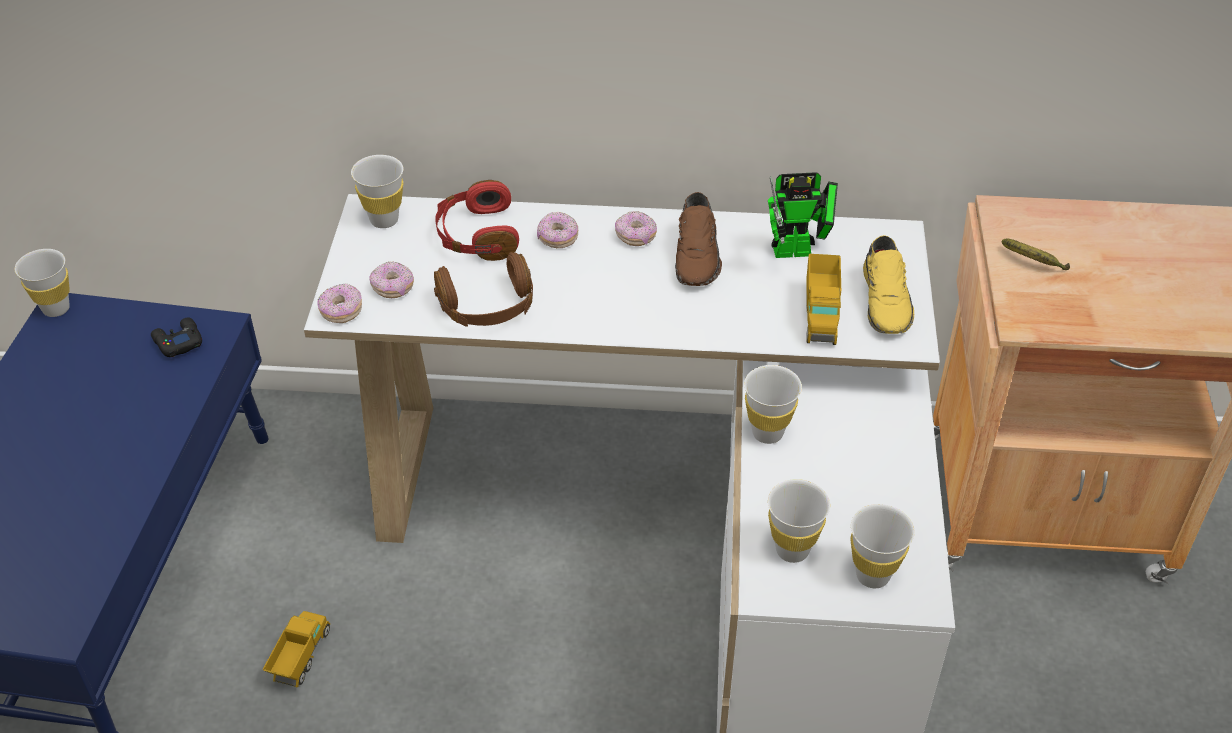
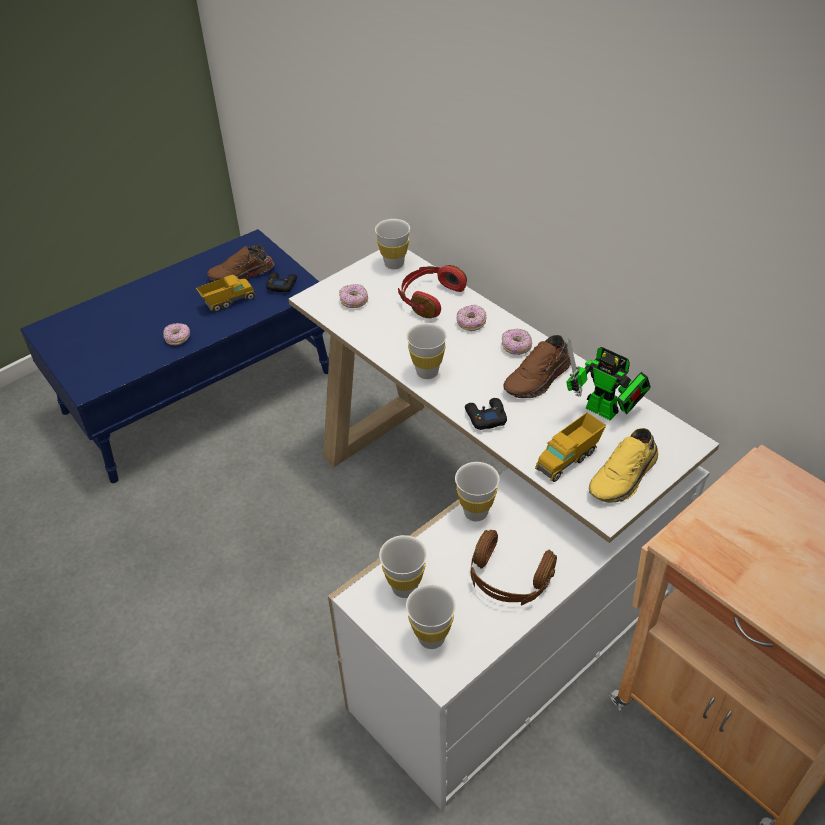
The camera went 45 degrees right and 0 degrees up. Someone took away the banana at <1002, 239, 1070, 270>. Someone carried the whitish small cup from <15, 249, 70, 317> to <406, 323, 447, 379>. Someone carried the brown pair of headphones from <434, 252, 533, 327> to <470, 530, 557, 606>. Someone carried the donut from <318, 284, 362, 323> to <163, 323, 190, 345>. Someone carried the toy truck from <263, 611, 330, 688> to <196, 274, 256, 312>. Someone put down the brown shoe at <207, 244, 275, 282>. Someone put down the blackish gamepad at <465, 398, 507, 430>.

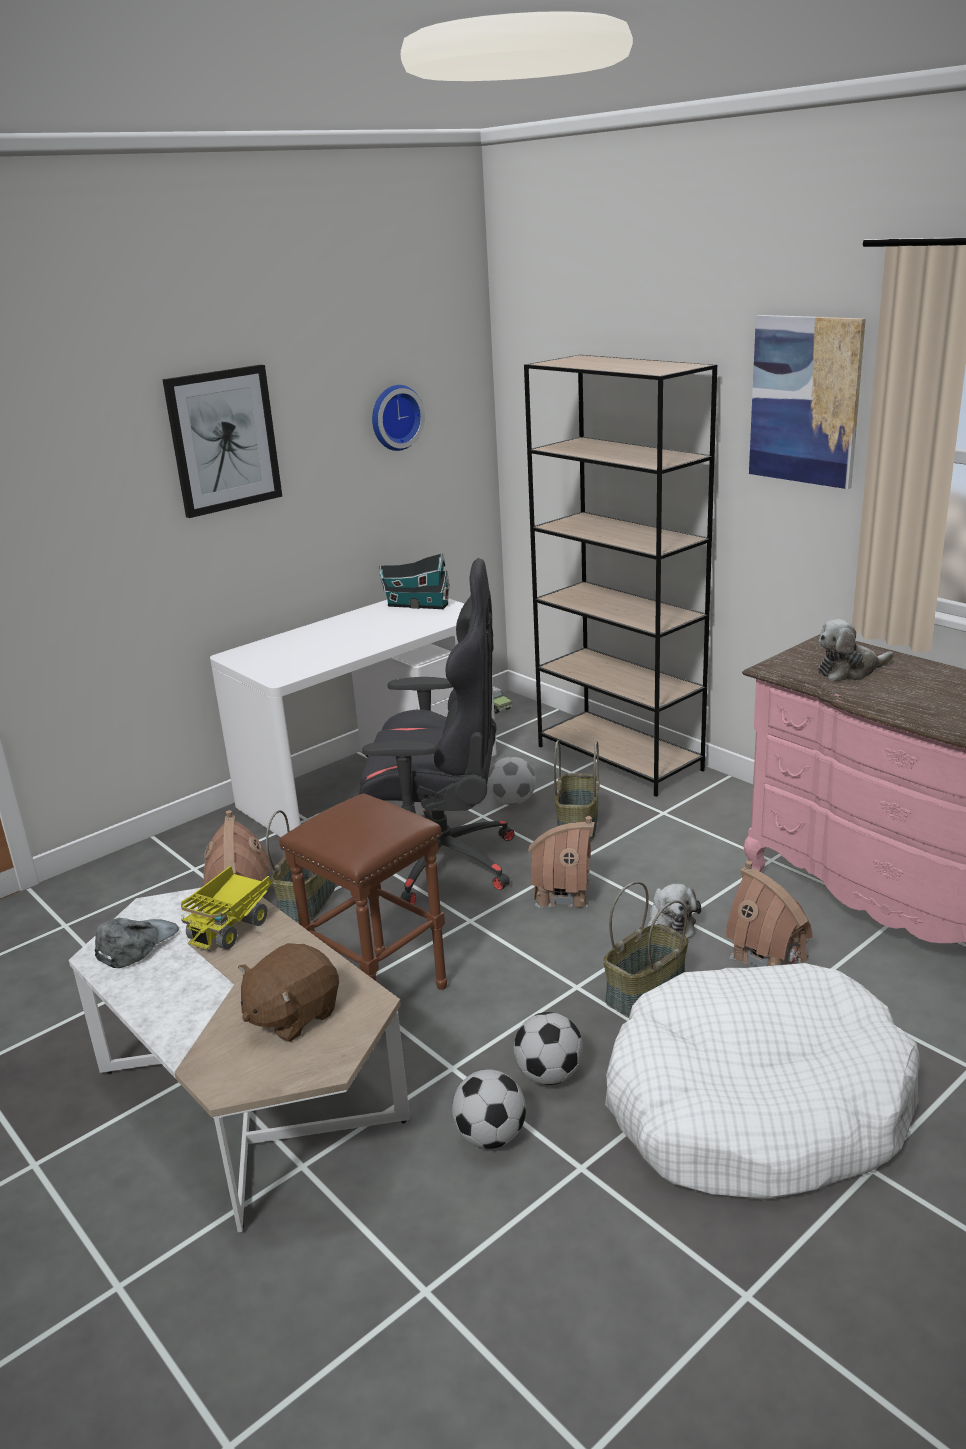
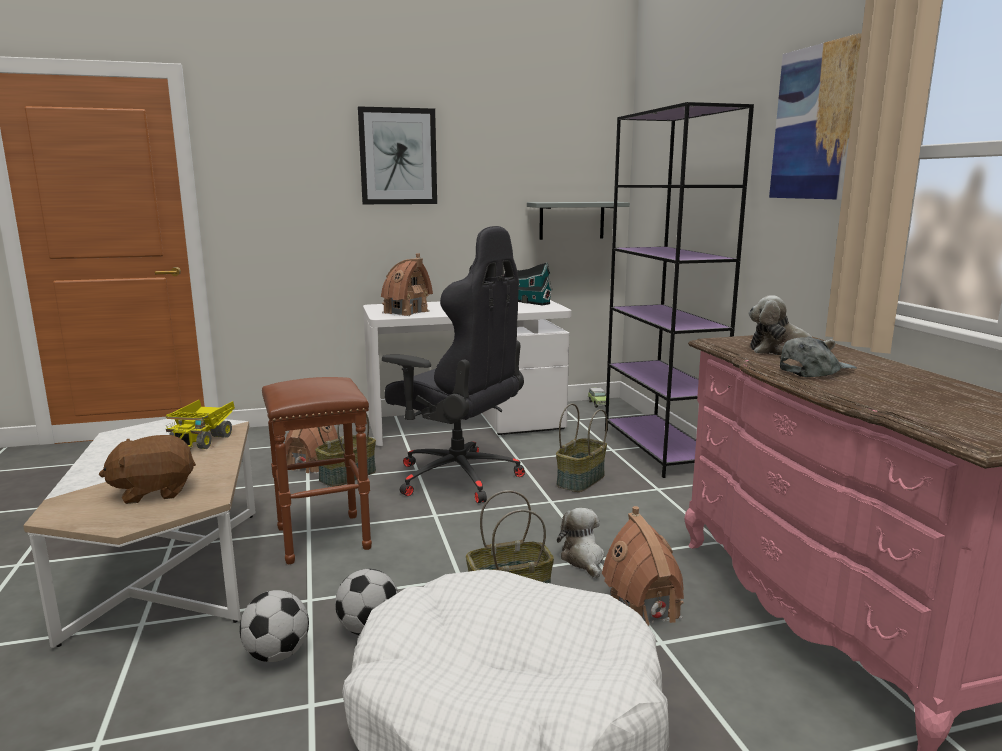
The camera went 25 degrees right and 10 degrees down. Someone repainted the sand-coloured shelving unit at <524, 355, 717, 797>, which became the purple shelving unit at <605, 102, 754, 478>. Someone took away the clock on the wall at <372, 385, 425, 451>. Someone took away the ball for football at <488, 756, 536, 805>. Someone carried the miniature house from <528, 816, 594, 912> to <381, 253, 433, 316>. Someone rotated the toy truck at <181, 866, 272, 951> by 45 degrees counterclockwise. Someone rotated the cuddly toy at <647, 884, 701, 938> by 150 degrees clockwise. Someone carried the gray baseball cap from <95, 918, 179, 968> to <780, 336, 857, 377>. Someone put up the gray wall shelf at <527, 202, 630, 240>.

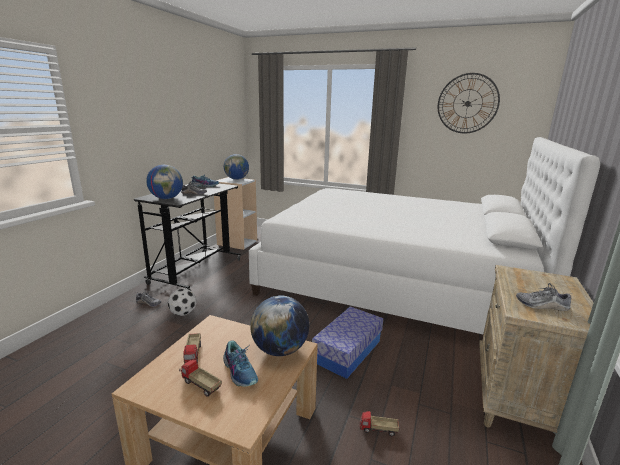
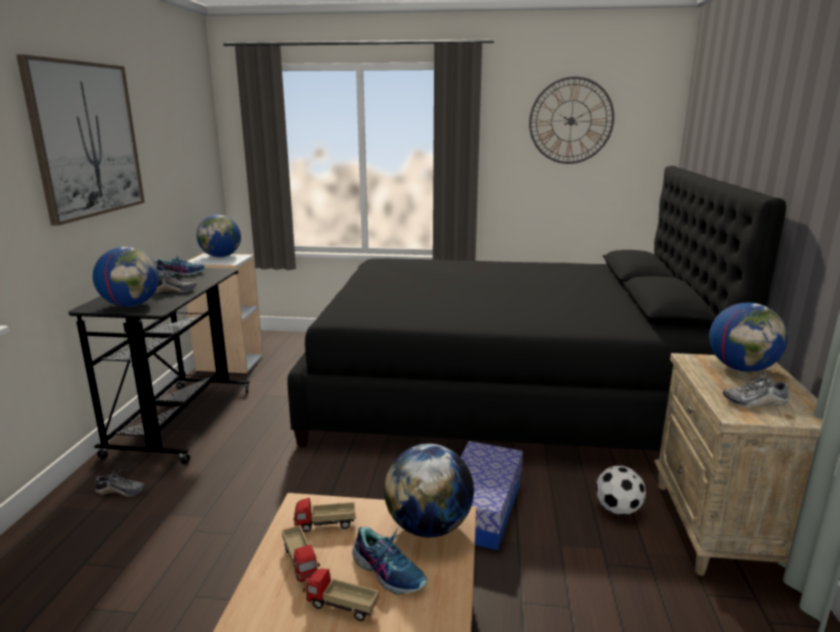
The camera went 15 degrees left and 0 degrees up. Someone repainted the whitish bed at <249, 137, 600, 334>, which became the blackish bed at <287, 166, 786, 451>. Someone carried the ball for football from <168, 288, 196, 316> to <596, 465, 646, 515>. Someone carried the toy truck from <360, 411, 399, 437> to <294, 498, 355, 532>. Someone put up the wall picture at <16, 54, 145, 226>. Someone put down the desk globe at <709, 303, 788, 372>.

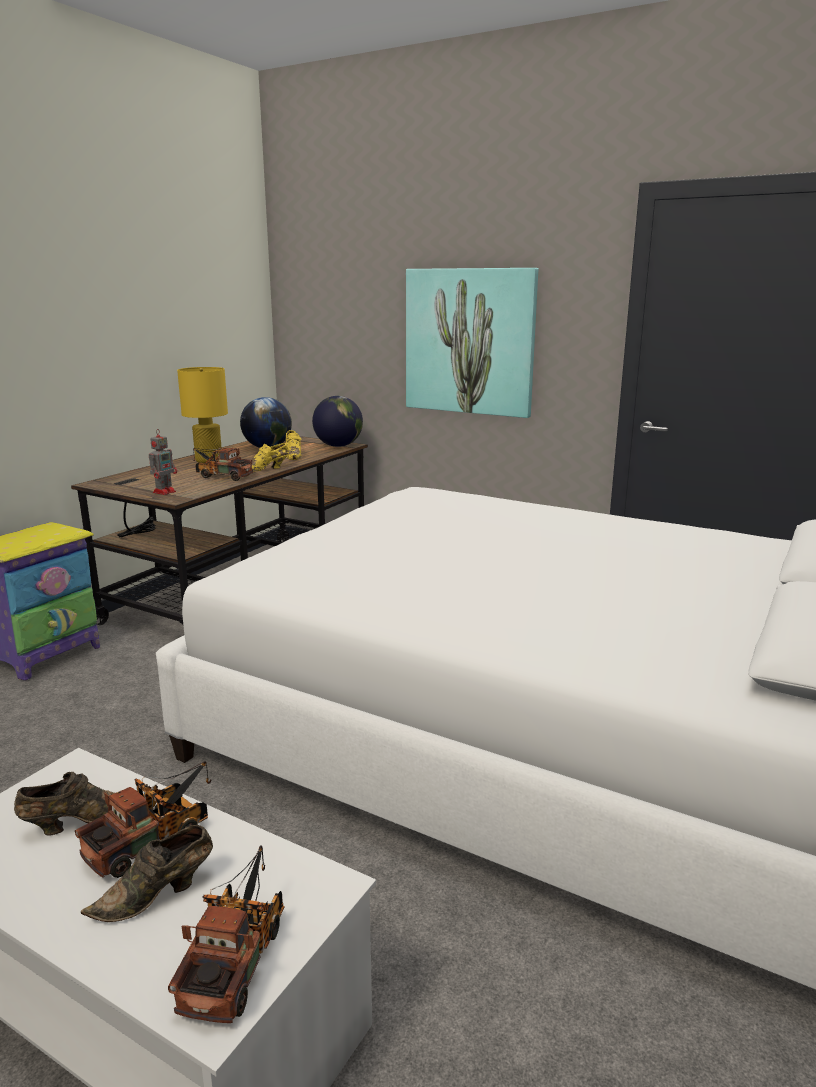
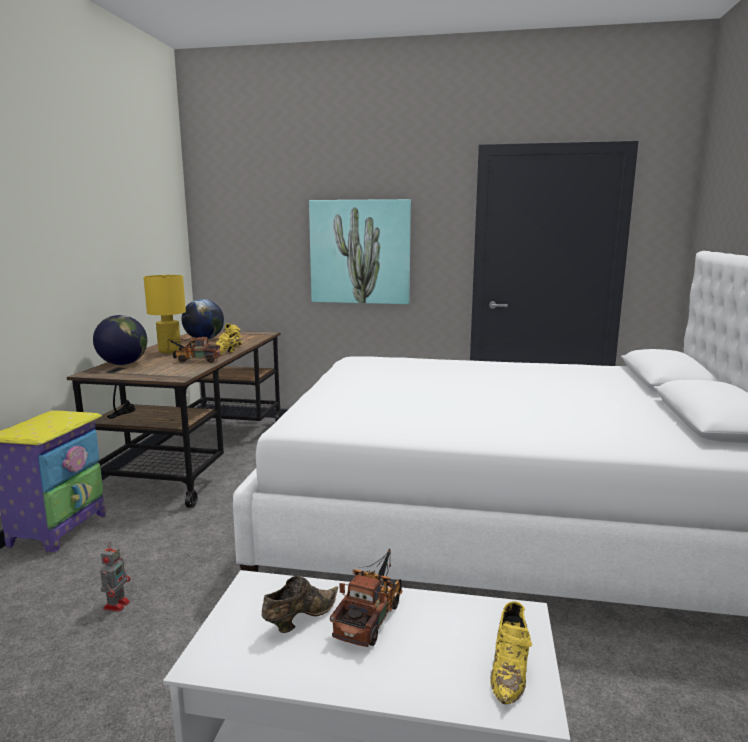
The camera went 20 degrees left and 5 degrees down. Someone carried the desk globe from <312, 396, 363, 447> to <93, 315, 147, 365>. Someone carried the robot figure from <149, 429, 177, 495> to <100, 542, 131, 612>. Someone took away the brown shoe at <81, 825, 213, 922>. Someone swapped the toy truck at <168, 846, 284, 1023> for the yellowish shoe at <490, 601, 532, 704>.

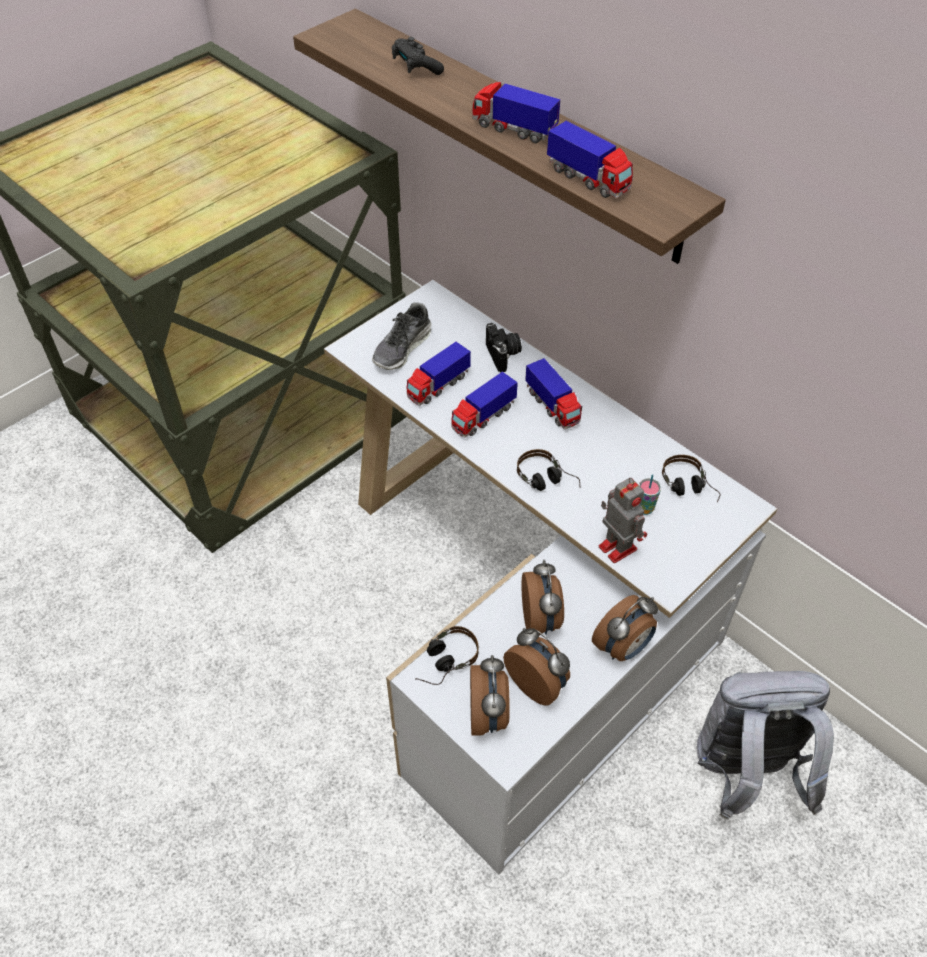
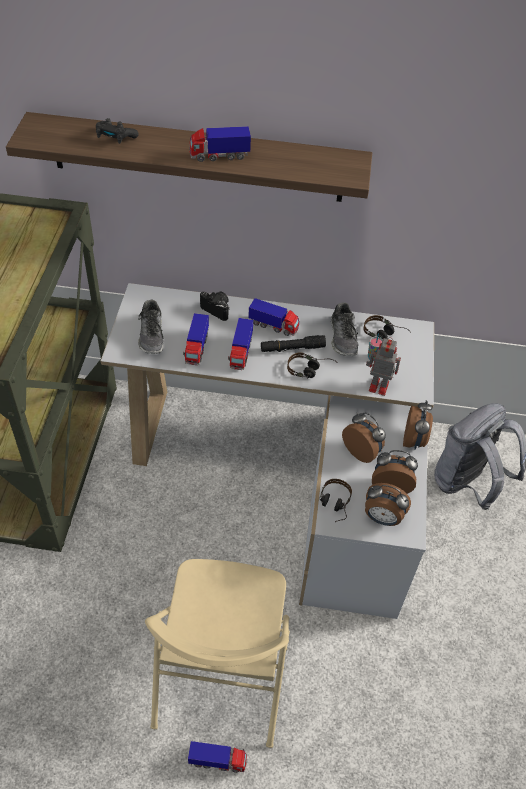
The camera went 40 degrees left and 0 degrees up. Someone carried the toy truck from <547, 121, 633, 198> to <188, 741, 247, 773>. Someone rotated the alarm clock at <470, 655, 510, 736> by 150 degrees clockwise. Someone put down the shoe at <331, 302, 359, 356>. Someone put down the blackish hand torch at <261, 335, 326, 352>. Someone put down the sand-coloured chair at <145, 559, 290, 748>.

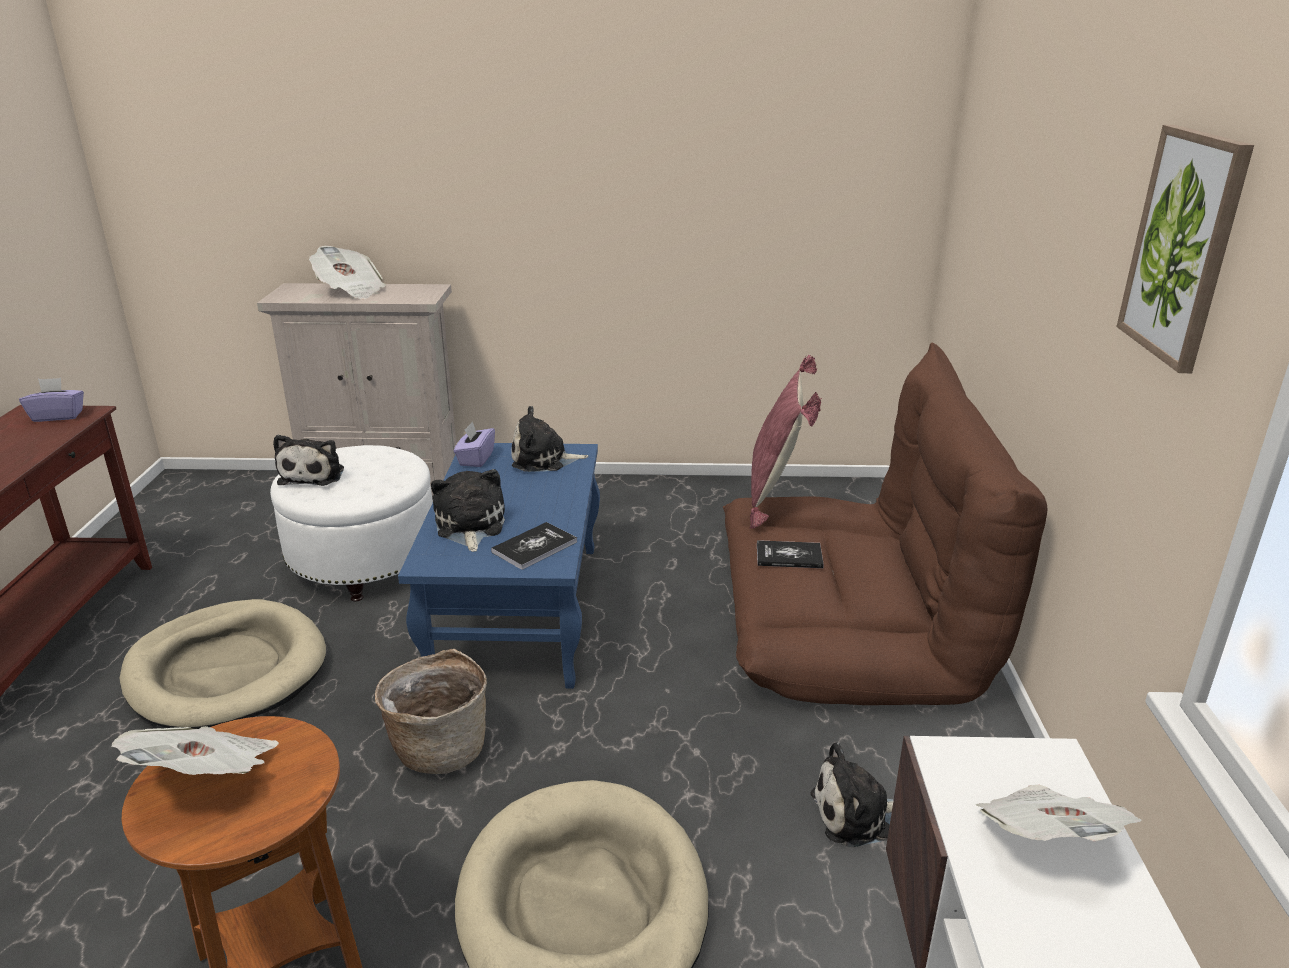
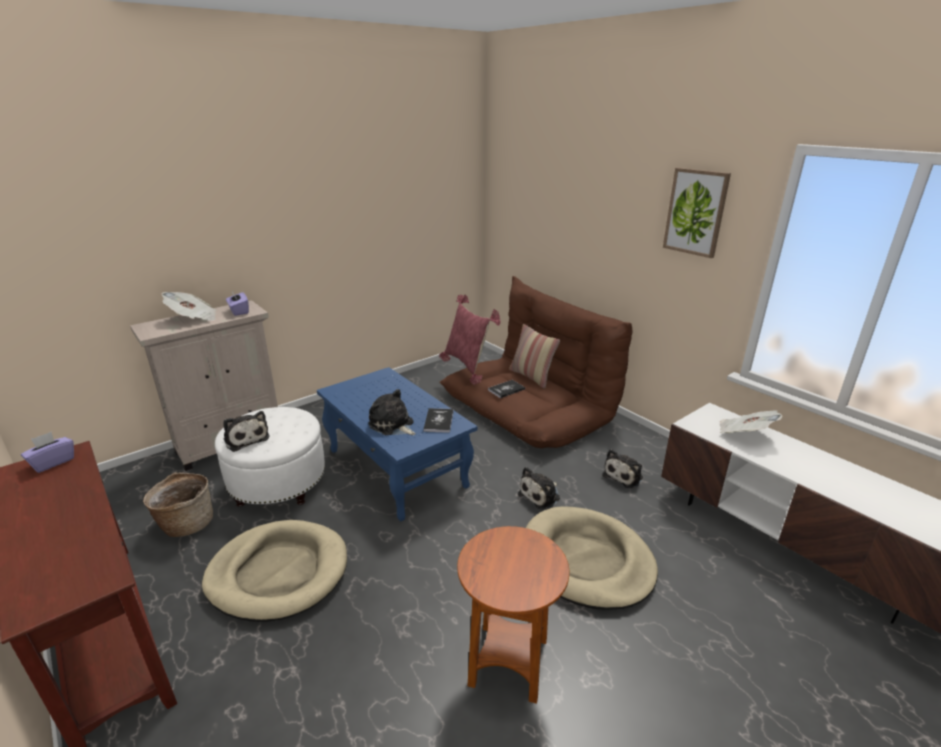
The camera went 40 degrees left and 0 degrees up. Someone carried the cuddly toy from <511, 406, 588, 472> to <518, 467, 560, 509>. Someone carried the purple tissue holder from <454, 421, 495, 467> to <226, 292, 249, 316>. Someone carried the household basket from <375, 649, 487, 774> to <143, 472, 213, 537>. Someone took away the daily paper at <111, 726, 279, 775>. Someone put down the throw pillow at <509, 324, 560, 389>.

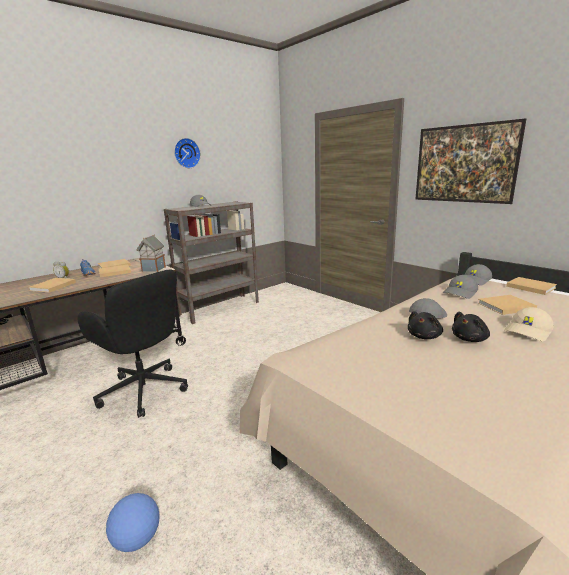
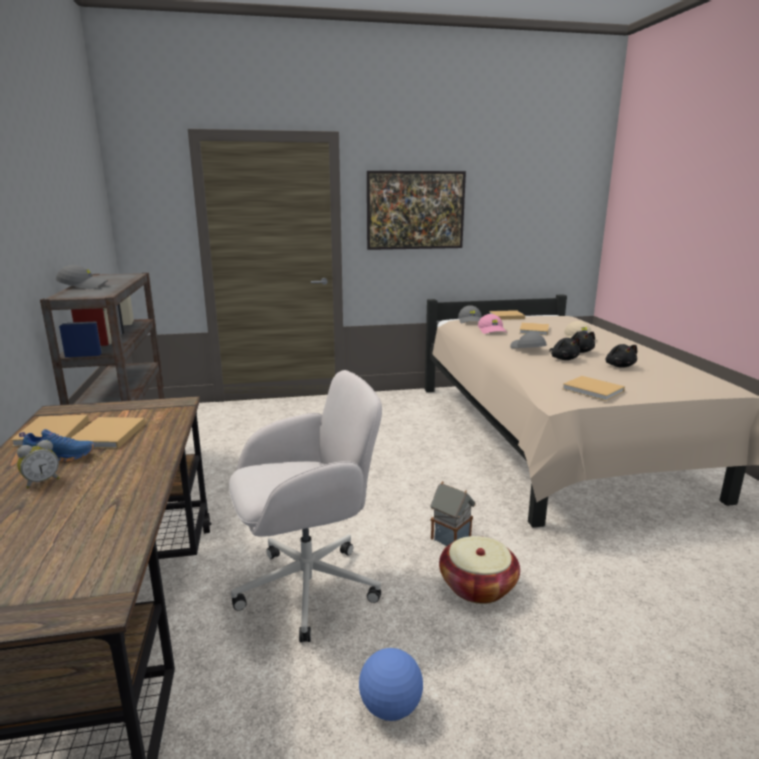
The camera went 60 degrees left and 0 degrees up. Someone took away the clock on the wall at <174, 138, 201, 168>. Someone carried the miniature house from <136, 235, 166, 272> to <430, 481, 476, 546>. Someone repainted the blackish computer chair at <77, 270, 188, 418>, which became the whitish computer chair at <229, 370, 382, 643>. Someone repainted the gray baseball cap at <443, 275, 478, 299>, which became the pink baseball cap at <478, 314, 506, 334>. Someone carried the sand-coloured volume from <29, 278, 76, 293> to <562, 376, 625, 401>. Someone carried the ball for football from <106, 493, 160, 552> to <359, 648, 423, 721>. Someone put down the blackish cuddly toy at <606, 344, 637, 368>. Someone put down the household basket at <439, 536, 520, 604>.

